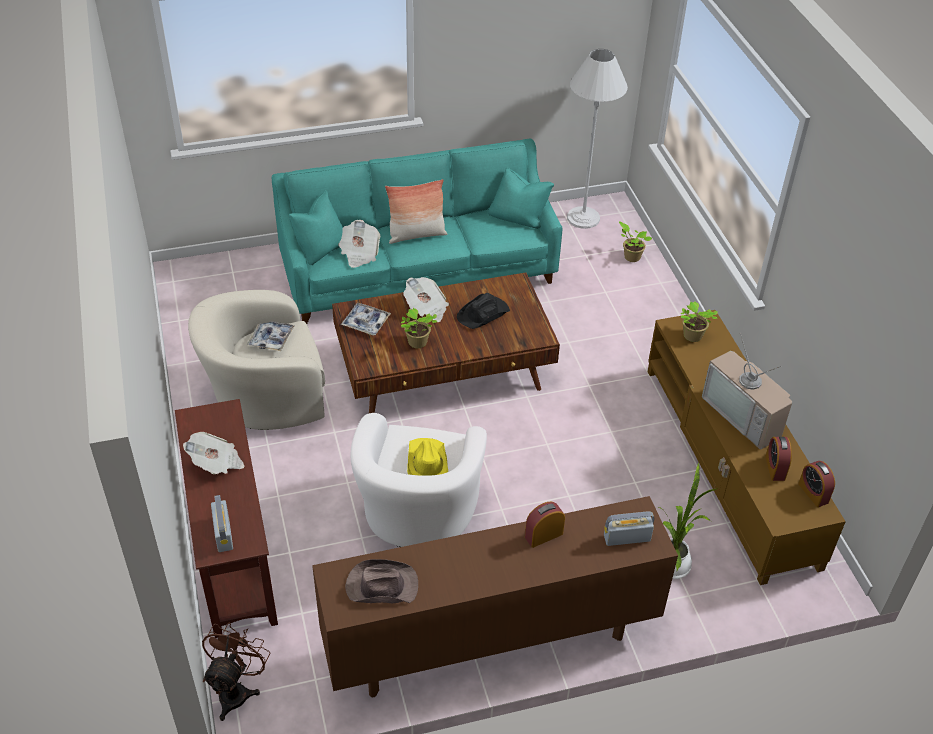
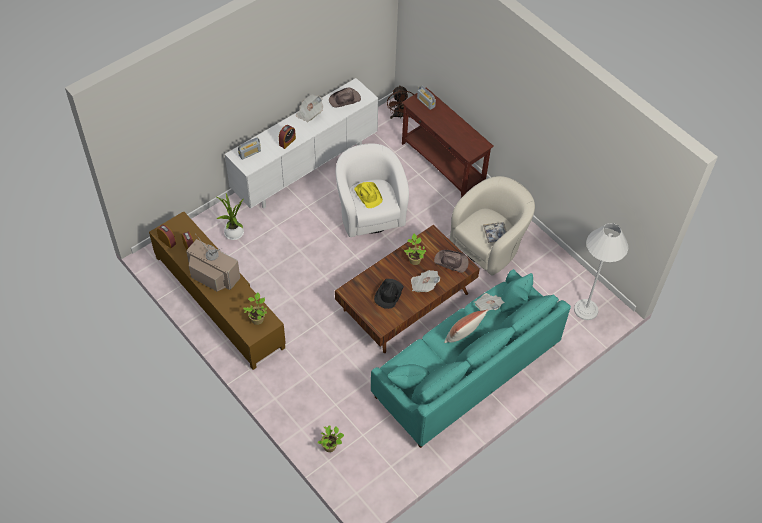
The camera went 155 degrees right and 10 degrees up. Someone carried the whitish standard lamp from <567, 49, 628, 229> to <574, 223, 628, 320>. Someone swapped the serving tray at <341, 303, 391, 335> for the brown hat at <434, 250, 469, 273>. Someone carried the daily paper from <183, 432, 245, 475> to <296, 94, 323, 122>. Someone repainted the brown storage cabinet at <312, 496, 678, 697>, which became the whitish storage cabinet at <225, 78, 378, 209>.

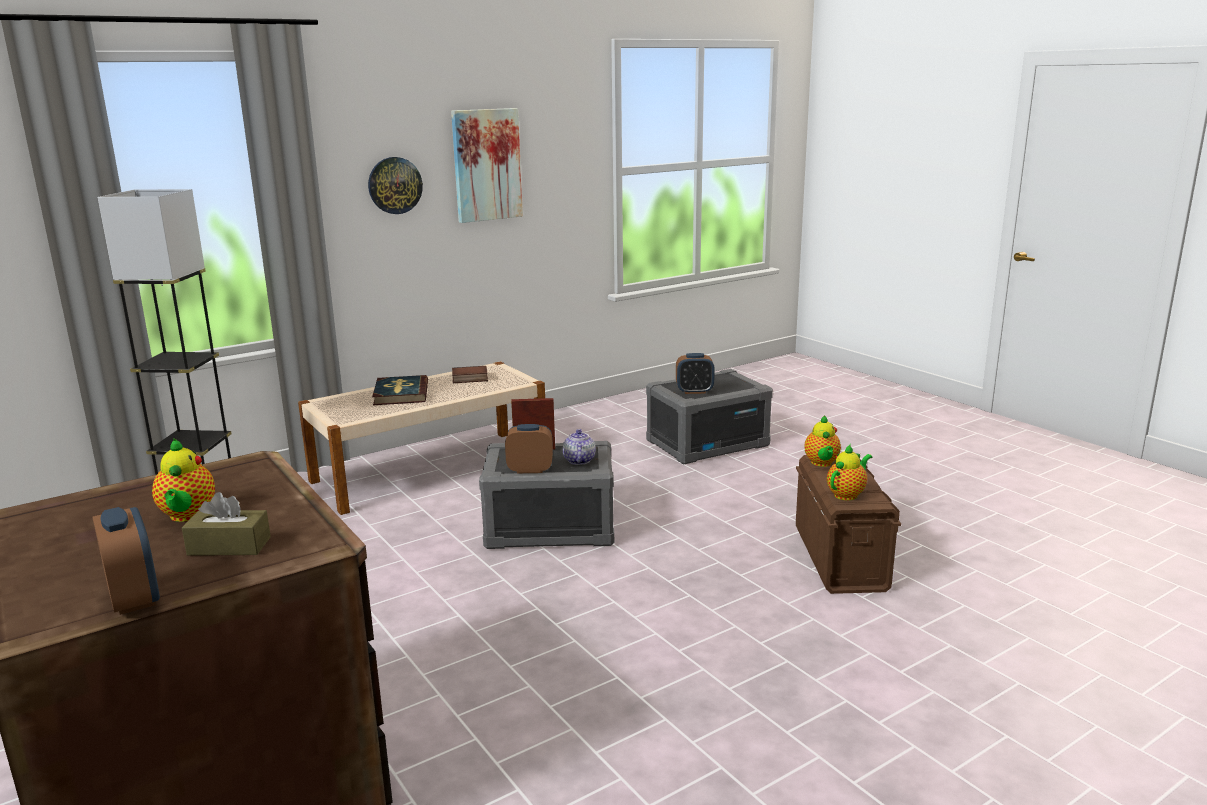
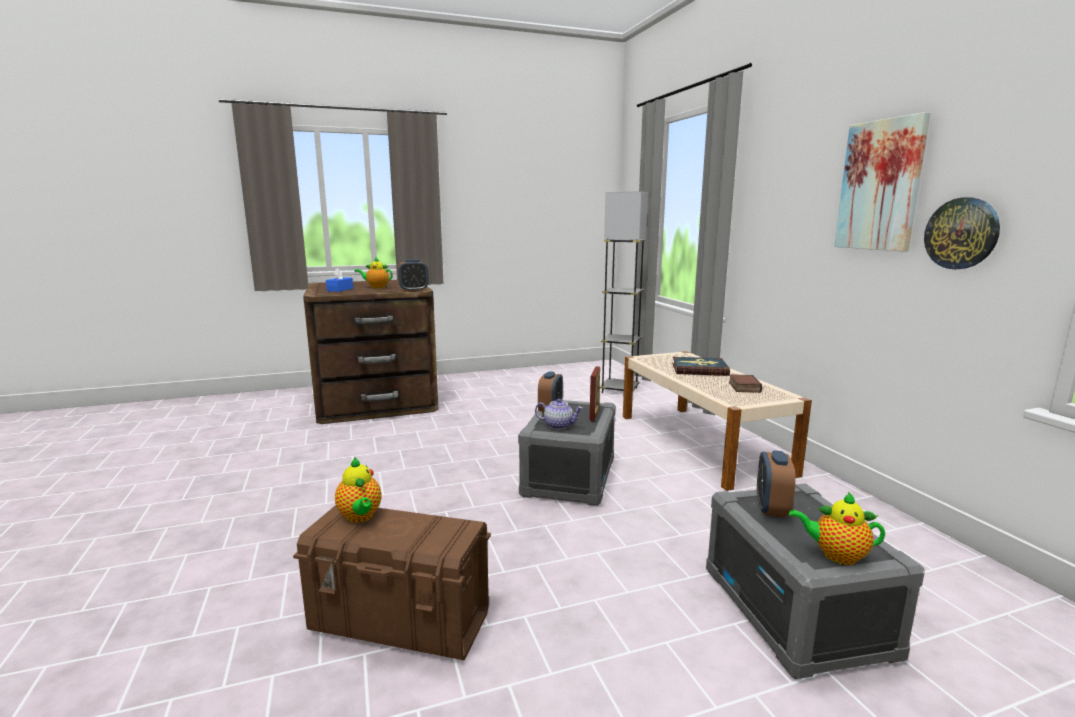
The camera went 105 degrees right and 5 degrees down. Someone carried the clock on the wall from <368, 157, 423, 214> to <924, 197, 1000, 269>. Someone carried the tea pot from <805, 415, 841, 467> to <789, 492, 885, 565>. Someone repainted the brown tissue holder at <182, 492, 271, 556>, which became the blue tissue holder at <326, 268, 353, 292>. Someone carried the alarm clock from <92, 507, 160, 615> to <398, 260, 429, 291>.

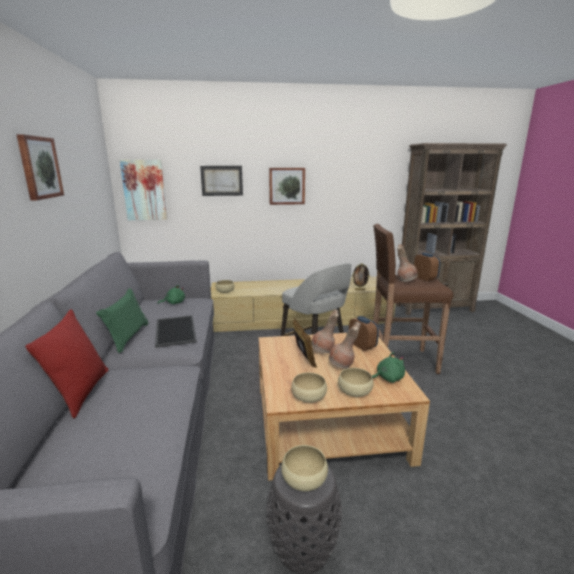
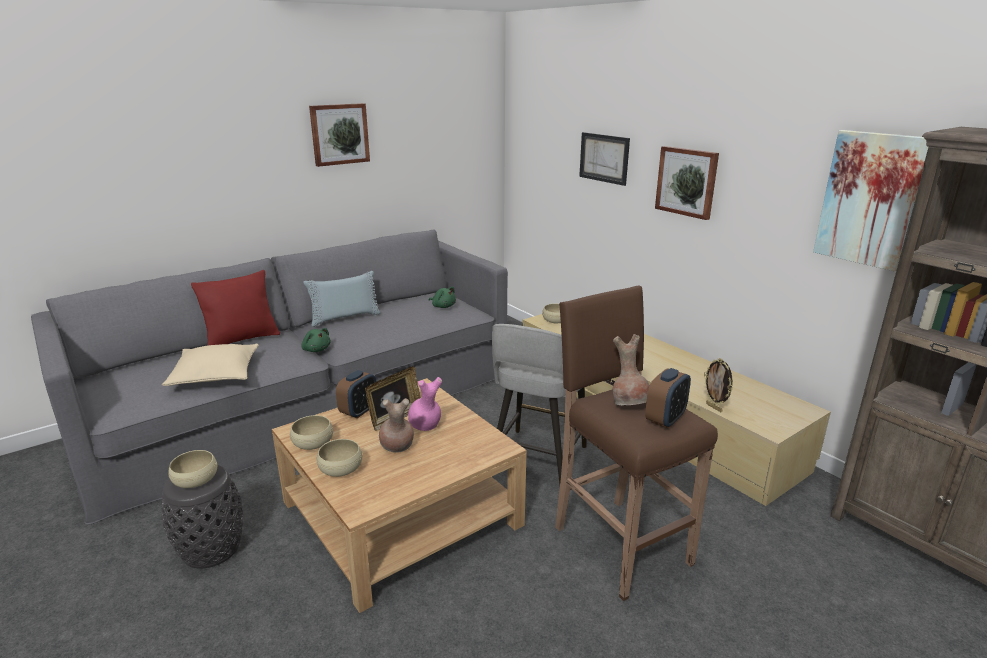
The camera went 60 degrees right and 5 degrees up. Someone carried the wall picture from <120, 160, 167, 220> to <813, 130, 928, 272>. Someone repainted the greenish throw pillow at <96, 288, 149, 353>, which became the blue throw pillow at <303, 271, 380, 327>. Someone repainted the brown vase at <312, 309, 339, 353>, which became the pink vase at <408, 377, 442, 431>. Someone took away the serving tray at <155, 315, 197, 348>. Someone carried the alarm clock from <349, 316, 379, 351> to <336, 370, 377, 418>. Someone carried the greenish cuddly toy from <372, 352, 405, 383> to <301, 328, 331, 352>. Someone put down the sand-coloured throw pillow at <162, 344, 259, 386>.

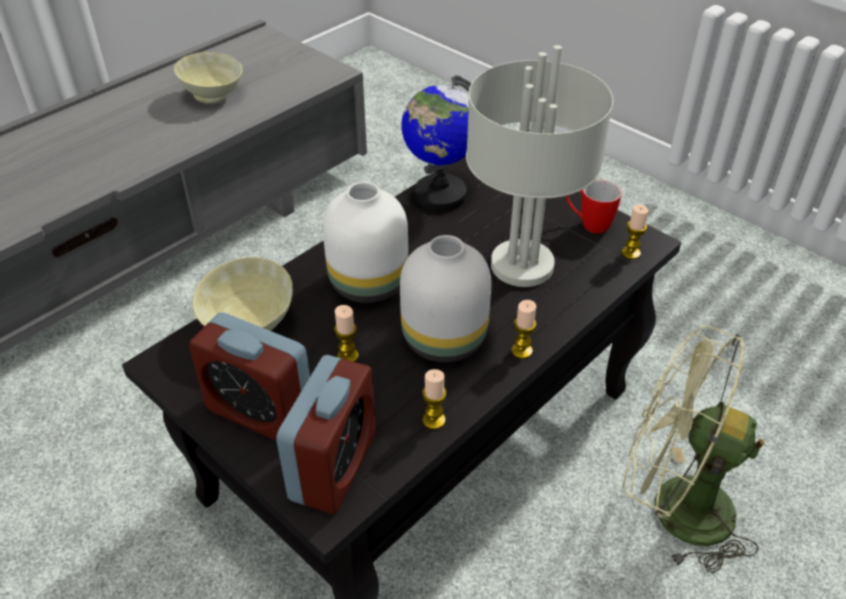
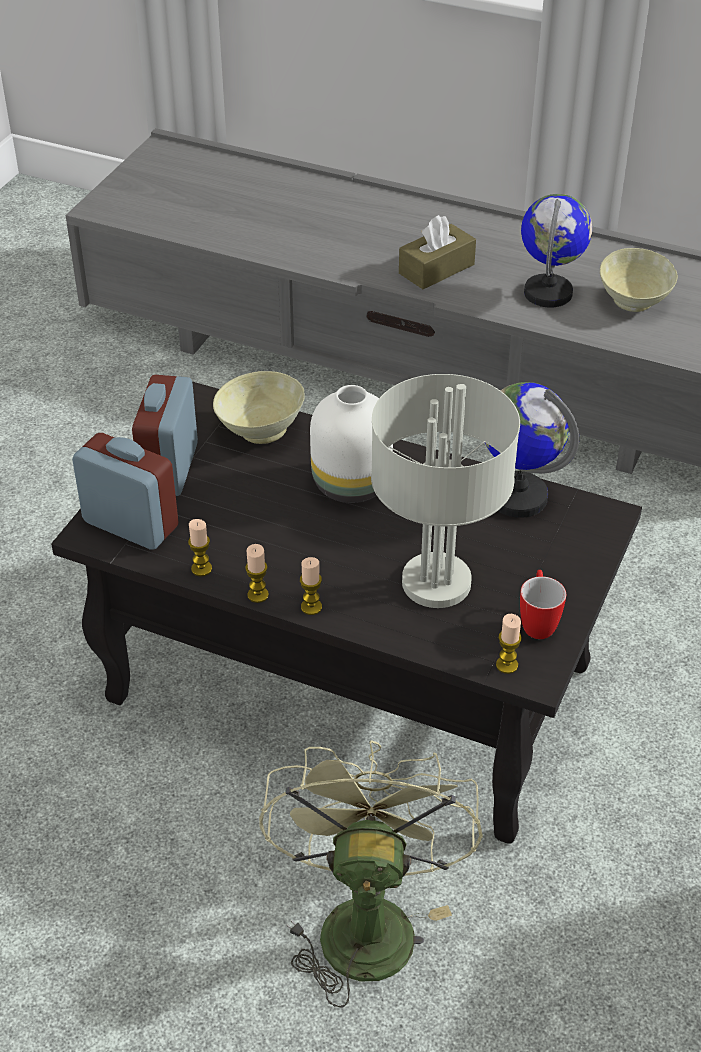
The camera went 70 degrees right and 0 degrees up. Someone took away the whitish vase at <400, 235, 492, 362>. Someone carried the wax light from <334, 305, 359, 362> to <245, 544, 269, 603>. Someone rotated the alarm clock at <276, 355, 376, 514> by 150 degrees counterclockwise. Someone put down the desk globe at <521, 194, 592, 308>. Someone put down the brown tissue holder at <399, 215, 476, 289>.

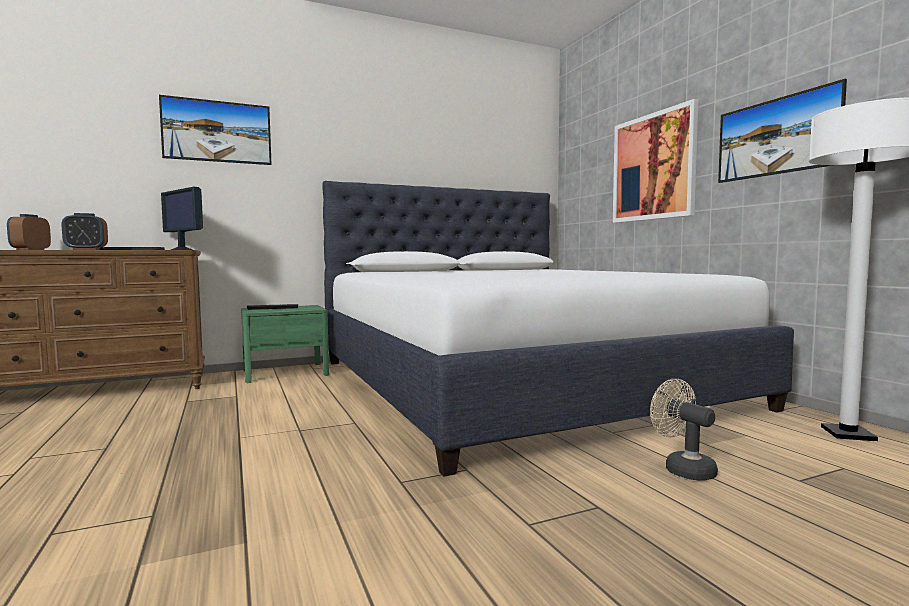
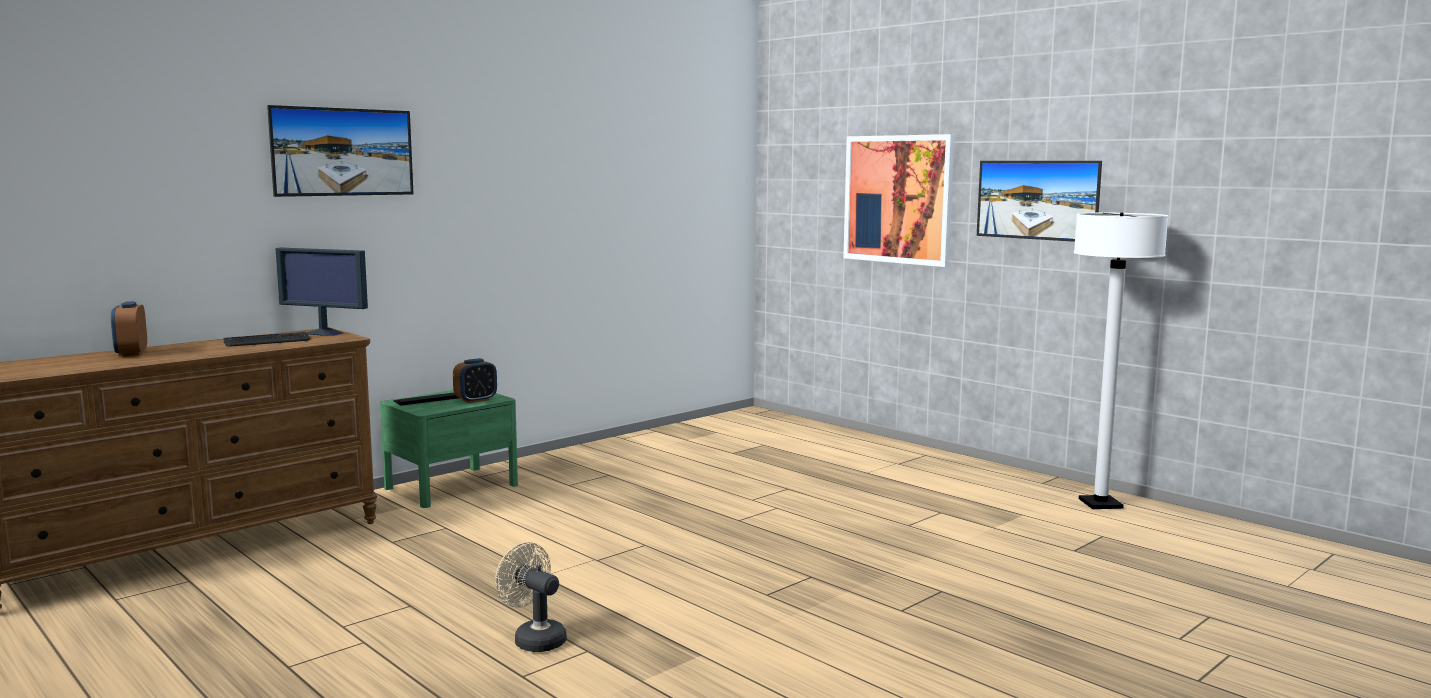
The camera went 20 degrees left and 5 degrees up. Someone took away the whitish bed at <322, 181, 794, 477>. Someone carried the alarm clock from <61, 213, 108, 250> to <453, 358, 497, 403>. Someone carried the sand-coloured cooling fan from <650, 379, 718, 480> to <495, 542, 567, 652>.

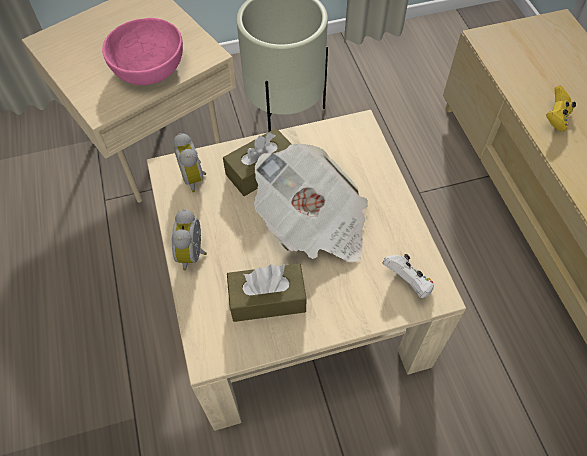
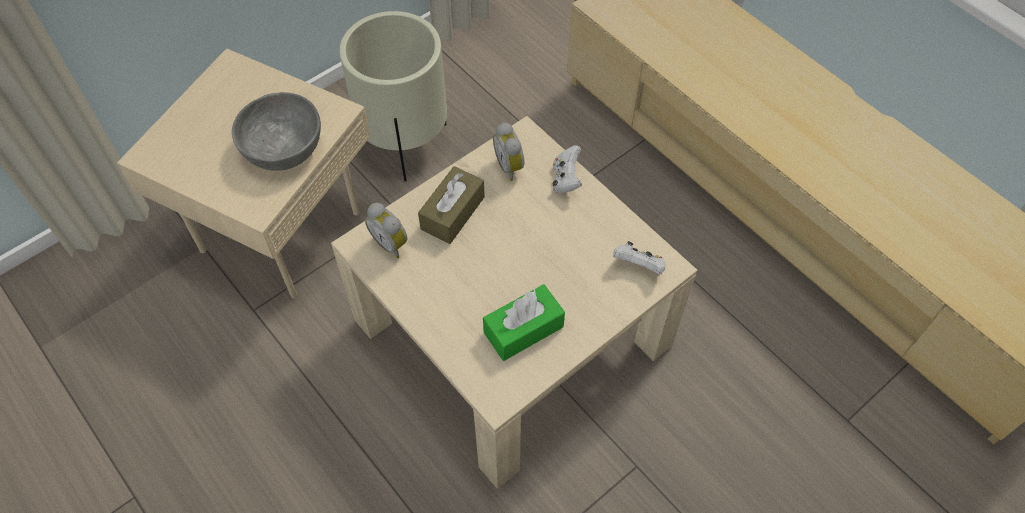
The camera went 25 degrees left and 0 degrees up. Someone repainted the pink bowl at <102, 18, 183, 85>, which became the gray bowl at <232, 92, 321, 171>. Someone took away the yellowish gamepad at <546, 86, 576, 131>. Someone took away the daily paper at <254, 144, 368, 263>. Someone carried the alarm clock from <172, 209, 207, 270> to <493, 122, 524, 181>. Someone repainted the brown tissue holder at <227, 264, 307, 322>, which became the greenish tissue holder at <483, 284, 565, 361>. Someone put down the whitish gamepad at <553, 145, 582, 193>.

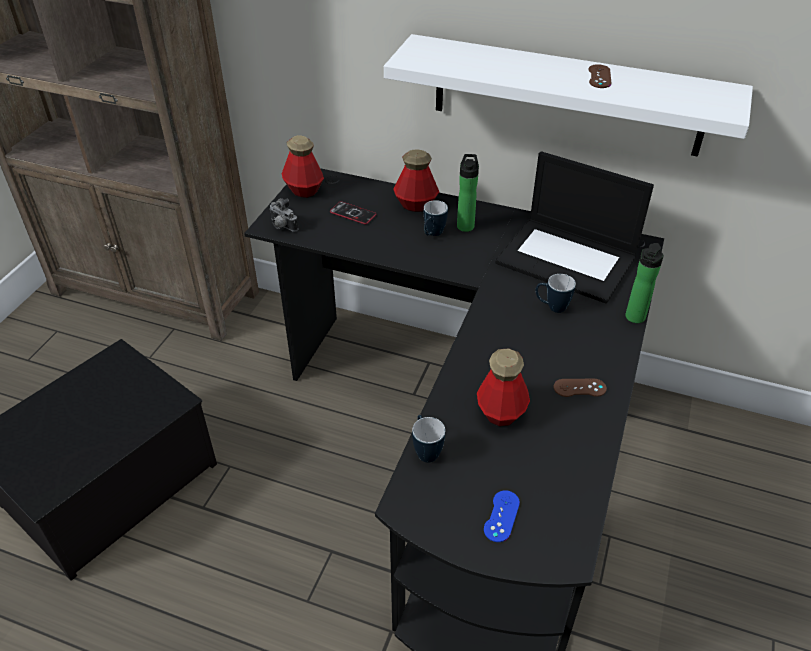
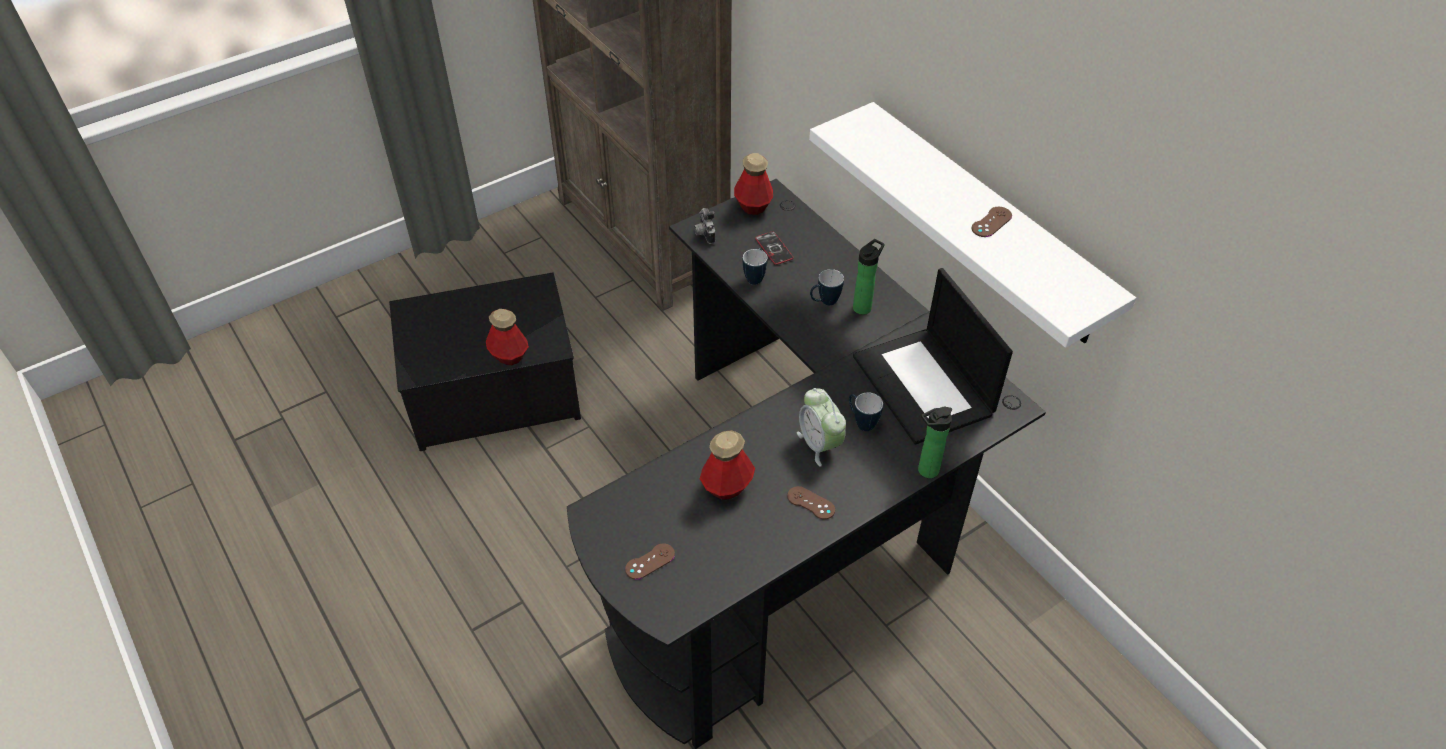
The camera went 35 degrees right and 5 degrees up. Someone carried the bottle from <393, 149, 439, 212> to <486, 309, 529, 365>. Someone carried the mug from <412, 415, 445, 463> to <743, 248, 768, 285>. Someone repainted the blue gamepad at <484, 490, 520, 542>, which became the brown gamepad at <625, 543, 675, 579>. Someone put down the alarm clock at <797, 388, 846, 467>.

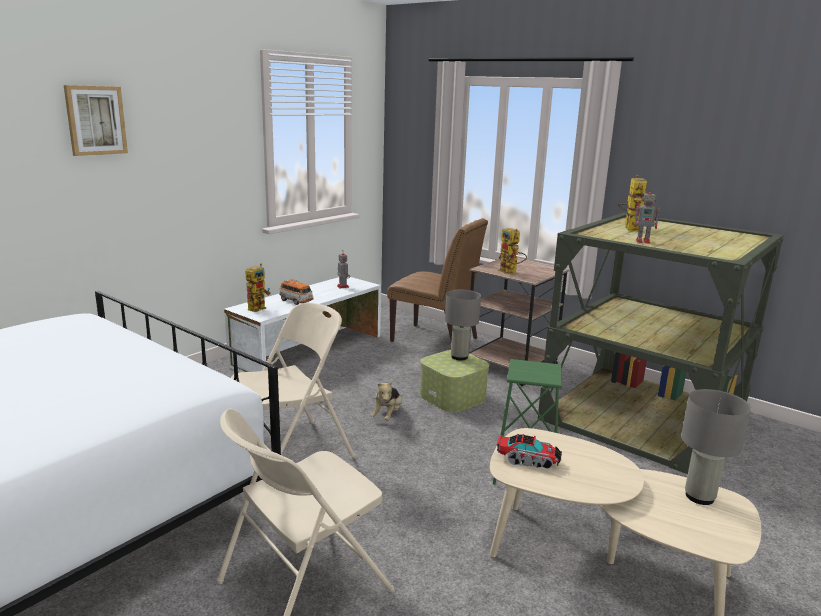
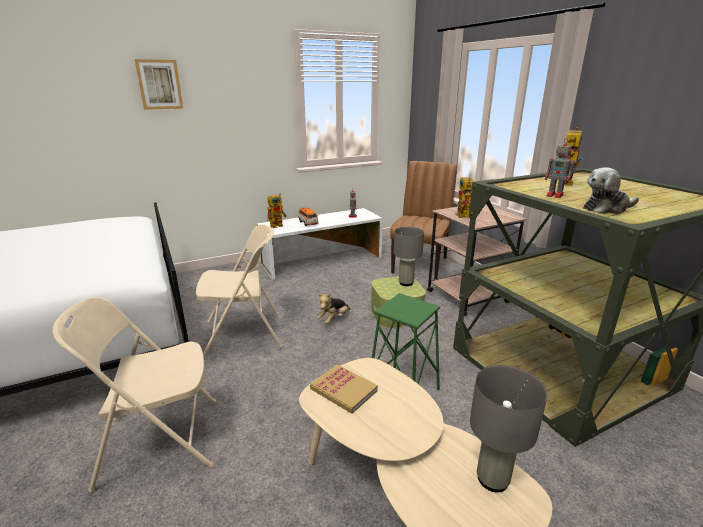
The camera went 25 degrees right and 5 degrees up. Someone rotated the brown chair at <387, 218, 488, 342> by 120 degrees counterclockwise. Someone swapped the toy truck at <496, 434, 562, 469> for the volume at <310, 364, 378, 414>. Someone put down the cuddly toy at <583, 167, 639, 214>.

